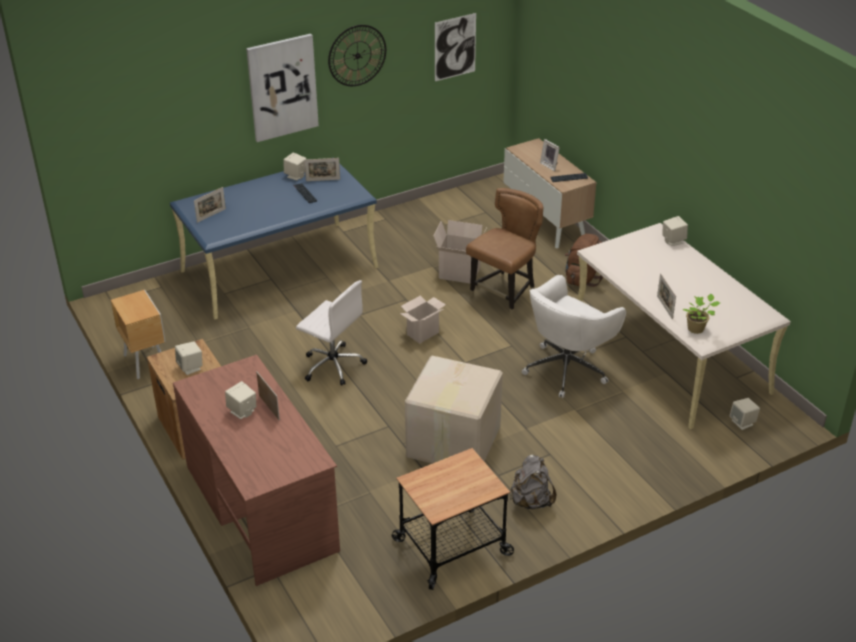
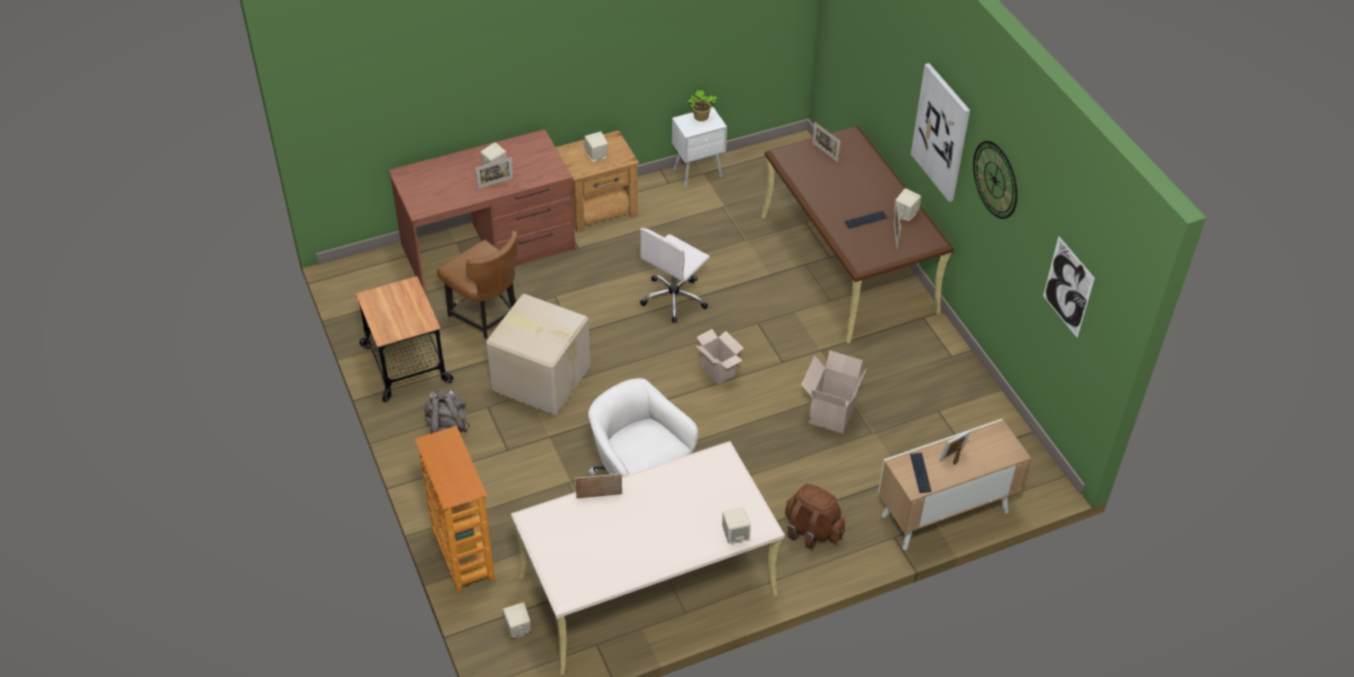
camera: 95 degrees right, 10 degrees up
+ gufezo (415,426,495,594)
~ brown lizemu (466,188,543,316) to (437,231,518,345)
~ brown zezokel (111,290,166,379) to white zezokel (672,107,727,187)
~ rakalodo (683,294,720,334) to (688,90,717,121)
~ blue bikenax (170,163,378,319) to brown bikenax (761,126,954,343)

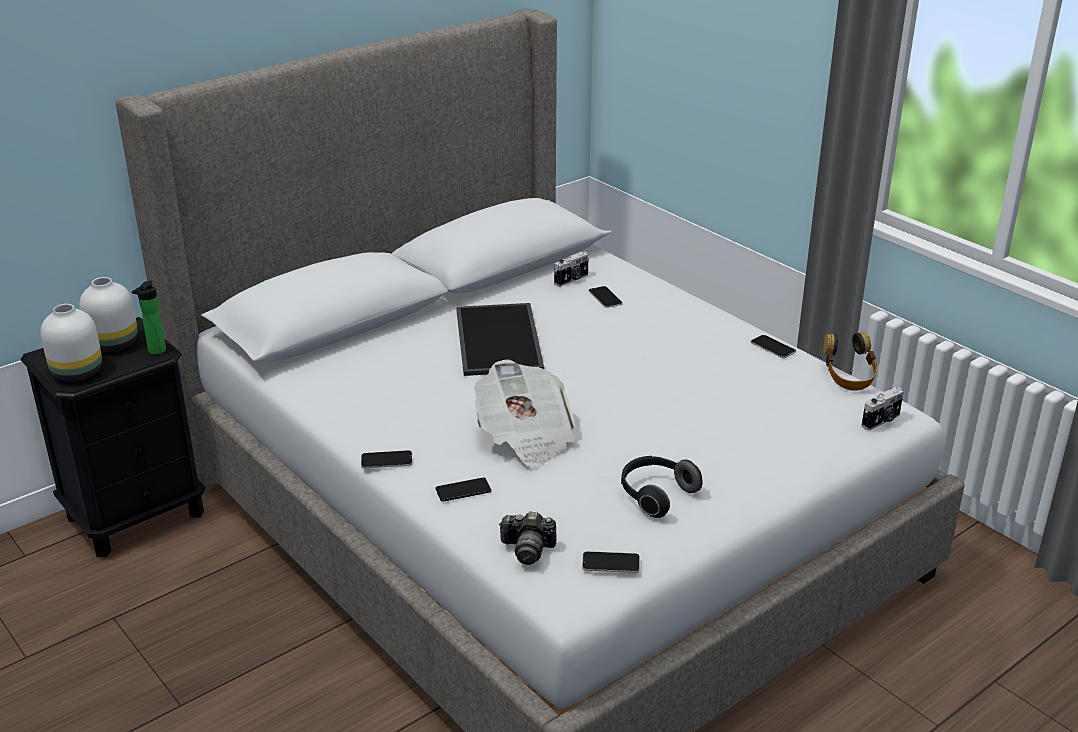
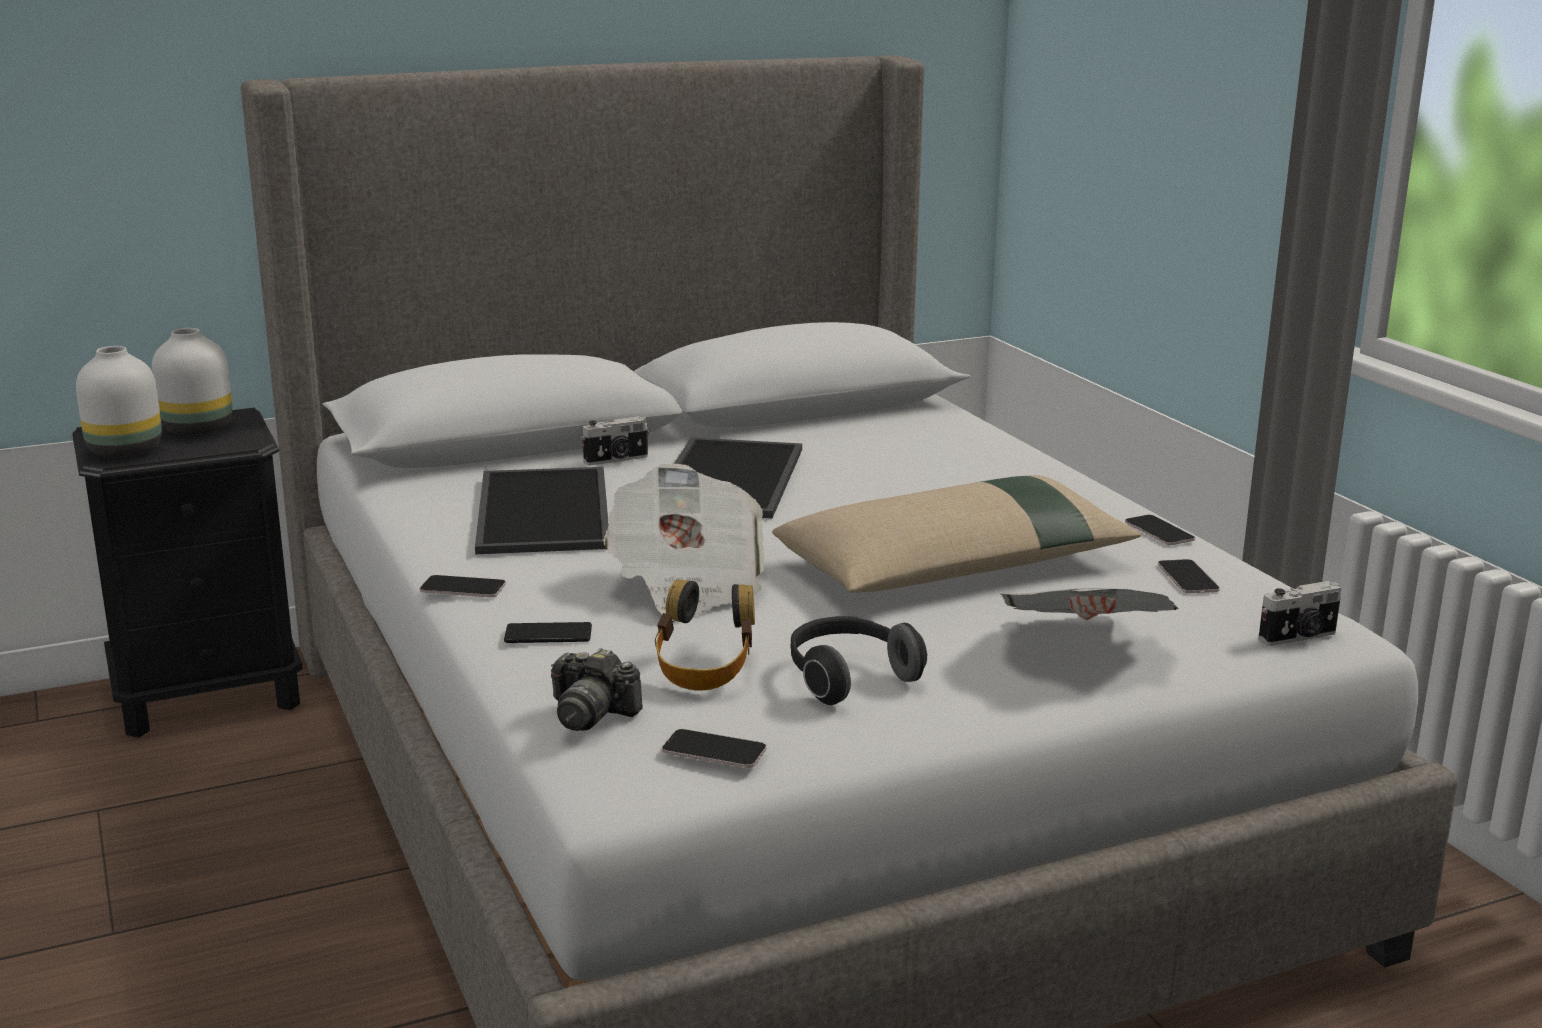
camera: 15 degrees right, 10 degrees down
+ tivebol (475,467,609,554)
~ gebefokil (554,251,588,287) to (581,416,649,465)
~ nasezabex (823,332,877,391) to (655,580,755,690)
+ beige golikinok (772,475,1141,593)
+ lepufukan (1000,588,1178,620)
~ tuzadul (589,286,623,308) to (1158,559,1220,593)
- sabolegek (132,280,166,355)

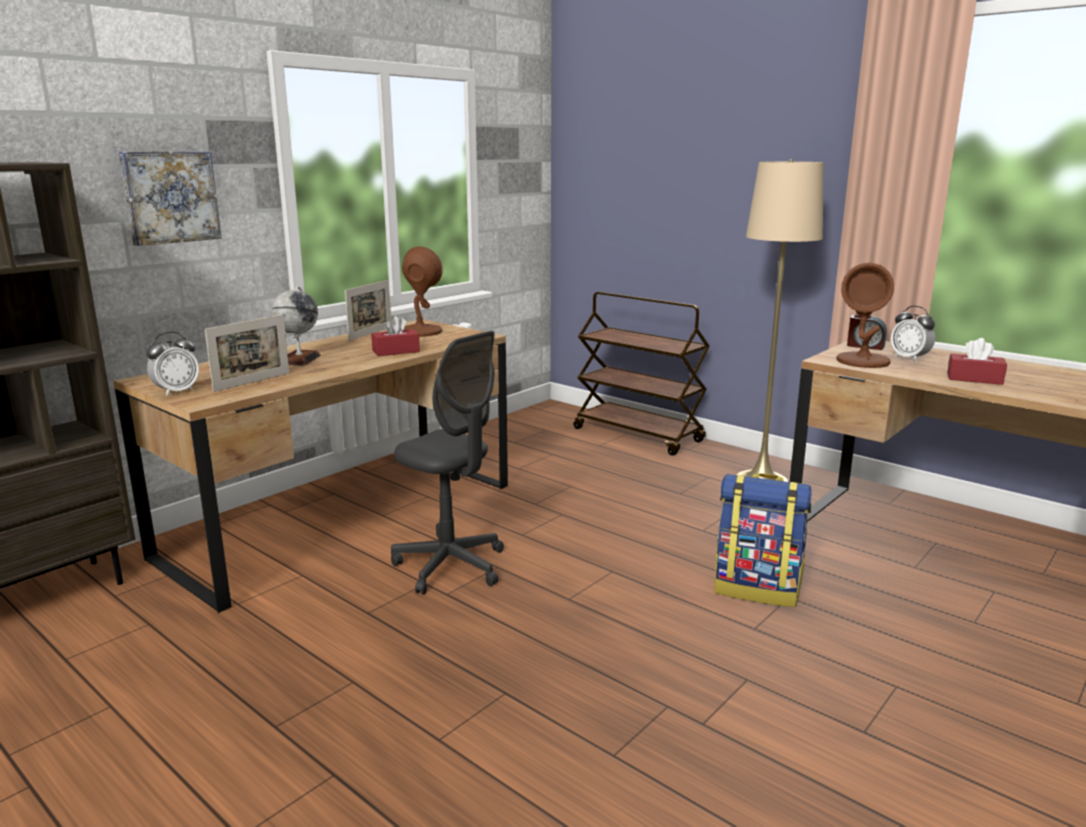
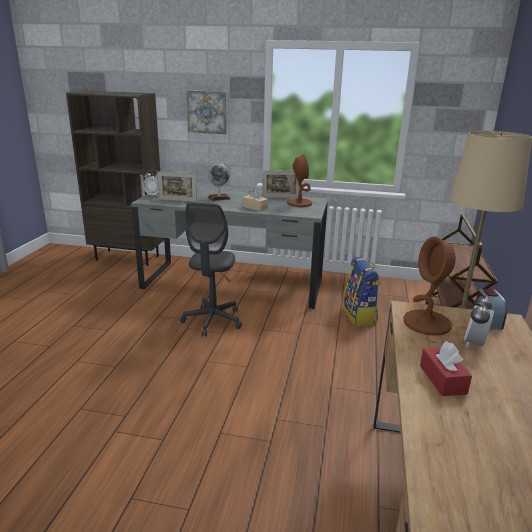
camera: 60 degrees right, 5 degrees up
~ brown bikenax (113,319,508,613) to grey bikenax (131,189,328,309)
~ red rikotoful (371,316,420,356) to beige rikotoful (242,188,268,211)
~ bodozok (714,473,812,607) to (343,257,380,326)

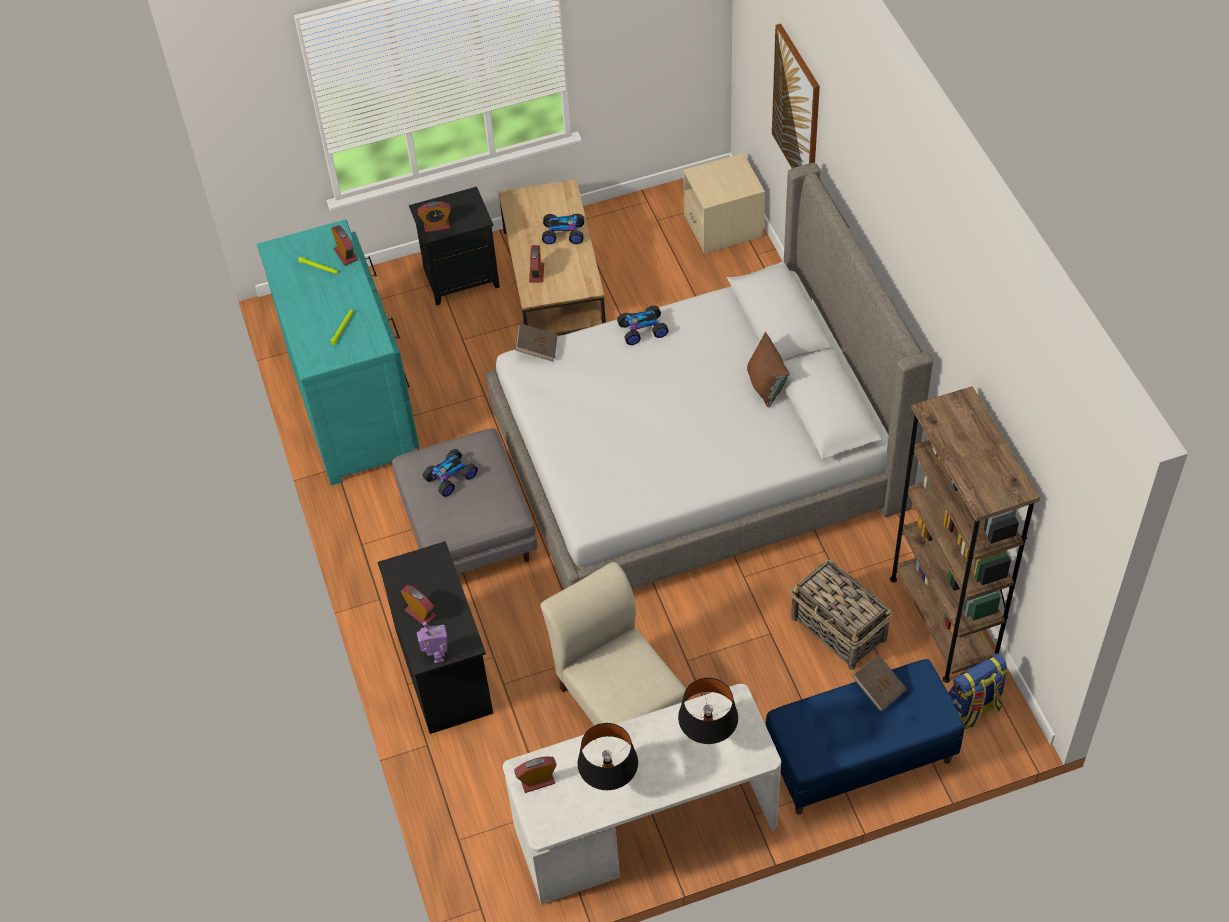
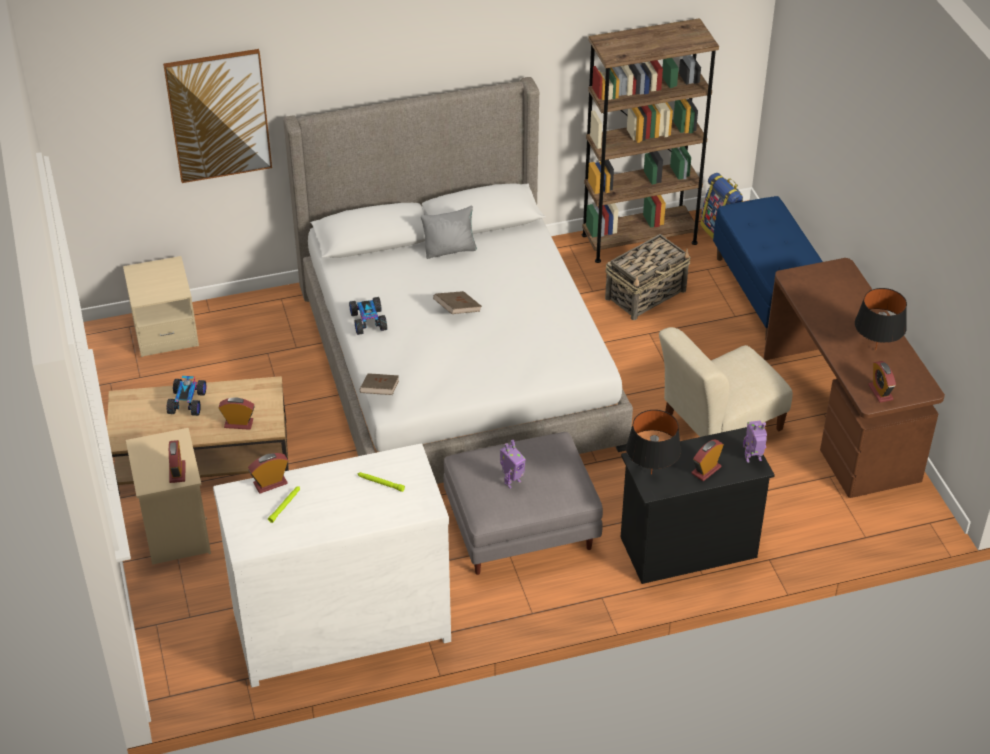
camera: 90 degrees left, 10 degrees down
~ black zezokel (409,187,500,306) to beige zezokel (126,428,211,565)
~ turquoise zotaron (257,219,419,485) to white zotaron (213,443,451,687)
~ brown golikinok (747,332,789,408) to grey golikinok (421,205,477,259)
~ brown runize (852,654,907,712) to (433,291,482,314)
~ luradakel (422,449,478,497) to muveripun (500,440,526,488)
~ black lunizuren (678,678,738,744) to (626,410,681,475)
~ white bikenax (503,684,781,904) to brown bikenax (763,258,945,498)

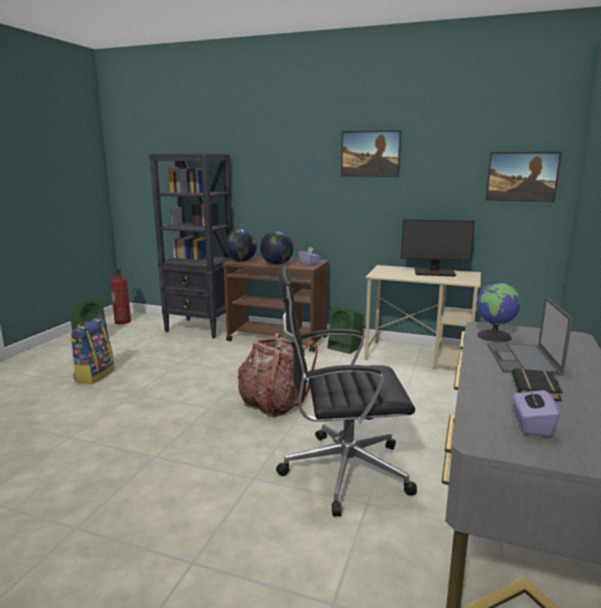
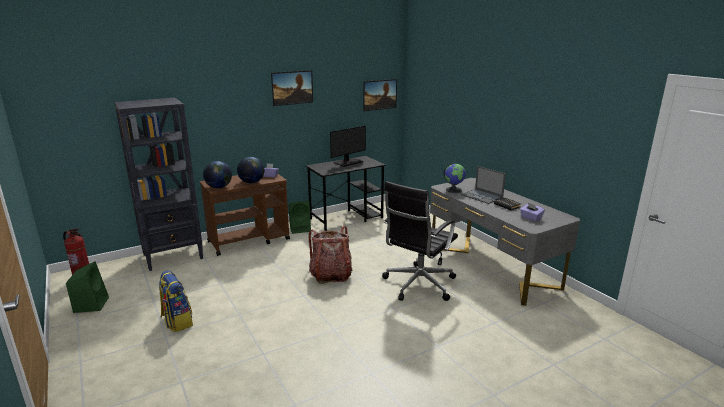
camera: 50 degrees left, 5 degrees up
~ beige bikenax (364,265,481,369) to black bikenax (306,156,386,231)

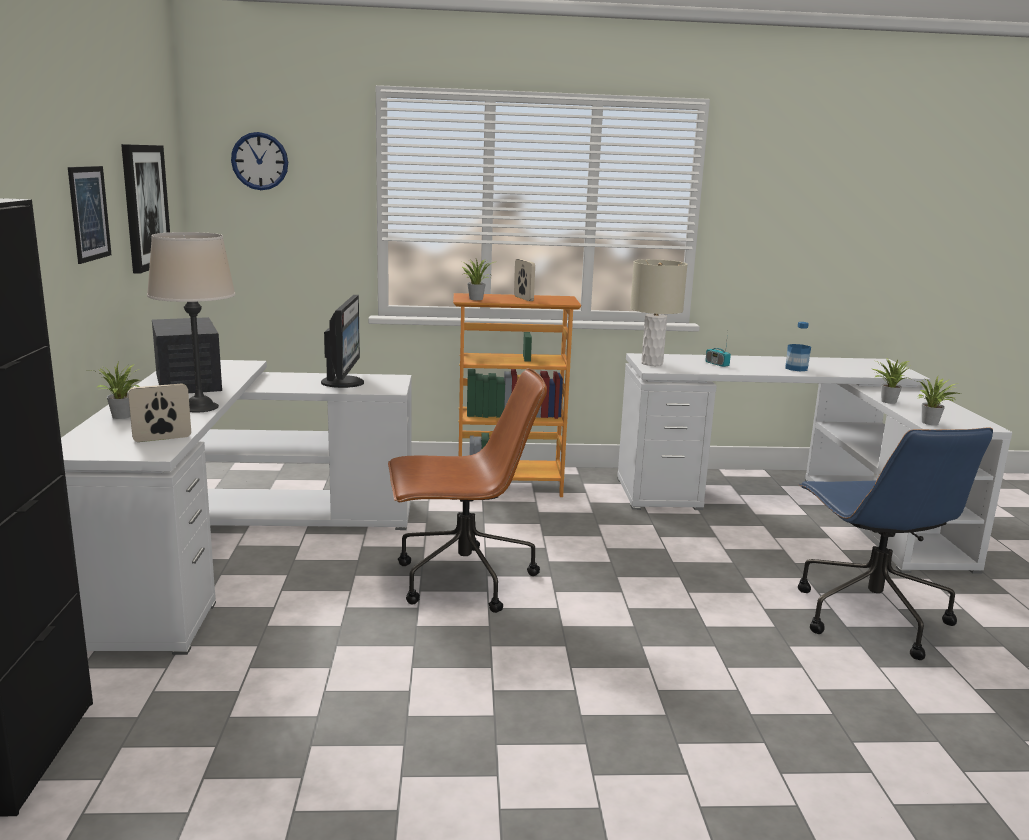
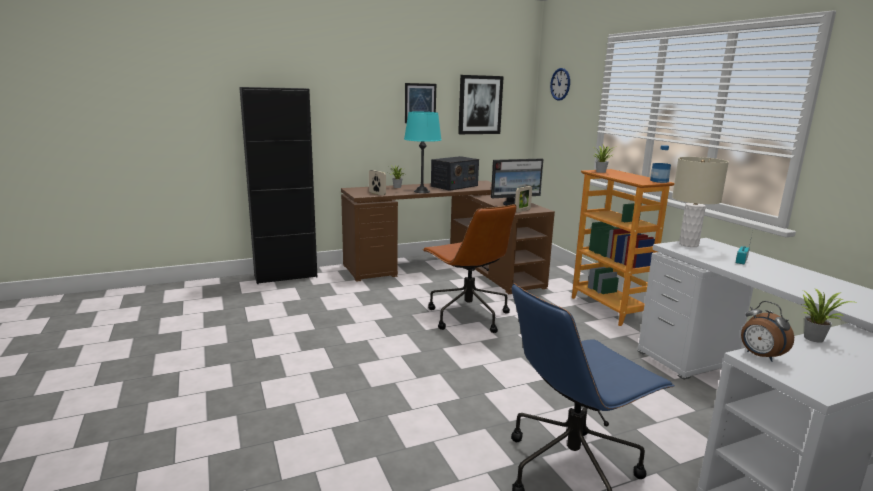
camera: 70 degrees right, 0 degrees up
~ white bikenax (61,360,412,655) to brown bikenax (341,181,555,294)
~ beige lunizuren (147,232,236,413) to turquoise lunizuren (404,112,442,193)
~ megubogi (514,259,535,301) to (515,186,532,212)
~ sabolegek (785,322,811,371) to (650,145,671,183)
~ rakalodo (917,376,961,425) to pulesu (741,301,794,362)

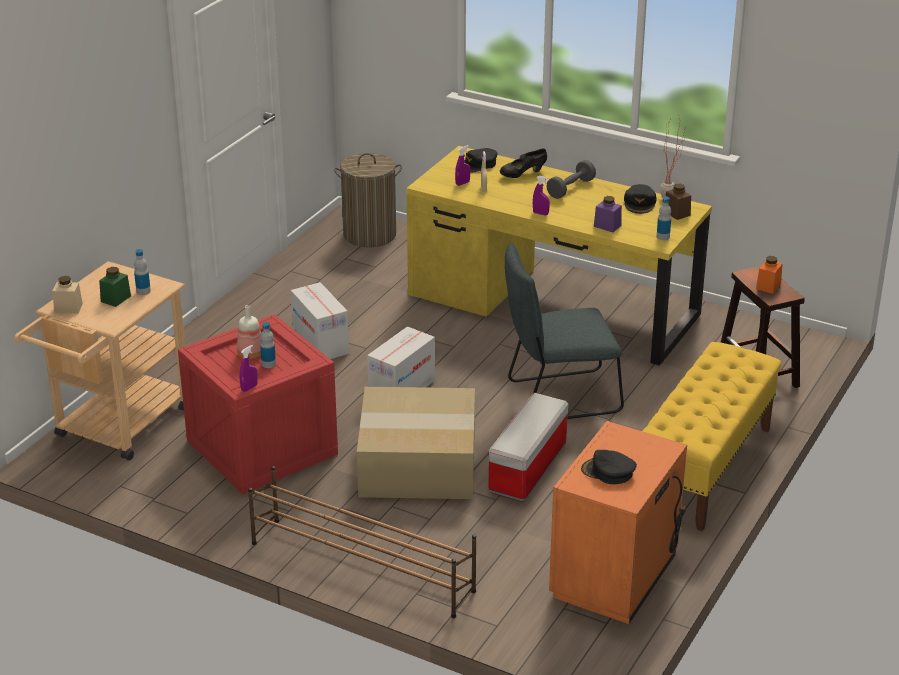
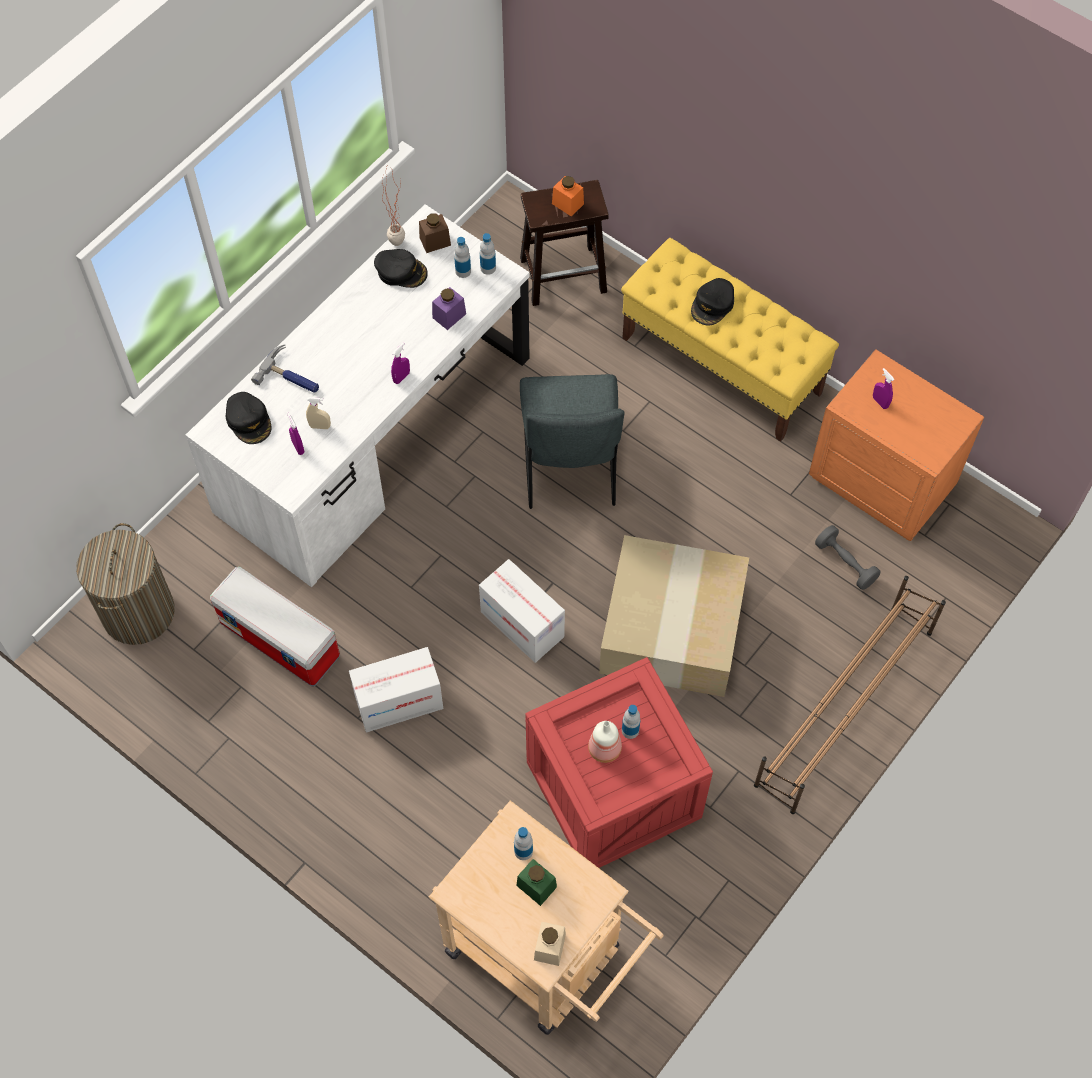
camera: 80 degrees left, 30 degrees up
~ yellow bikenax (406,146,712,366) to white bikenax (186,204,530,587)
~ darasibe (488,393,569,502) to (210,567,340,686)
~ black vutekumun (500,149,547,178) to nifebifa (251,344,319,393)
+ sabolegek (454,237,471,278)
~ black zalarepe (581,450,637,484) to (691,278,734,325)
~ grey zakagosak (547,160,596,199) to (815,525,880,590)
~ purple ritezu (240,345,258,392) to (873,368,895,409)

